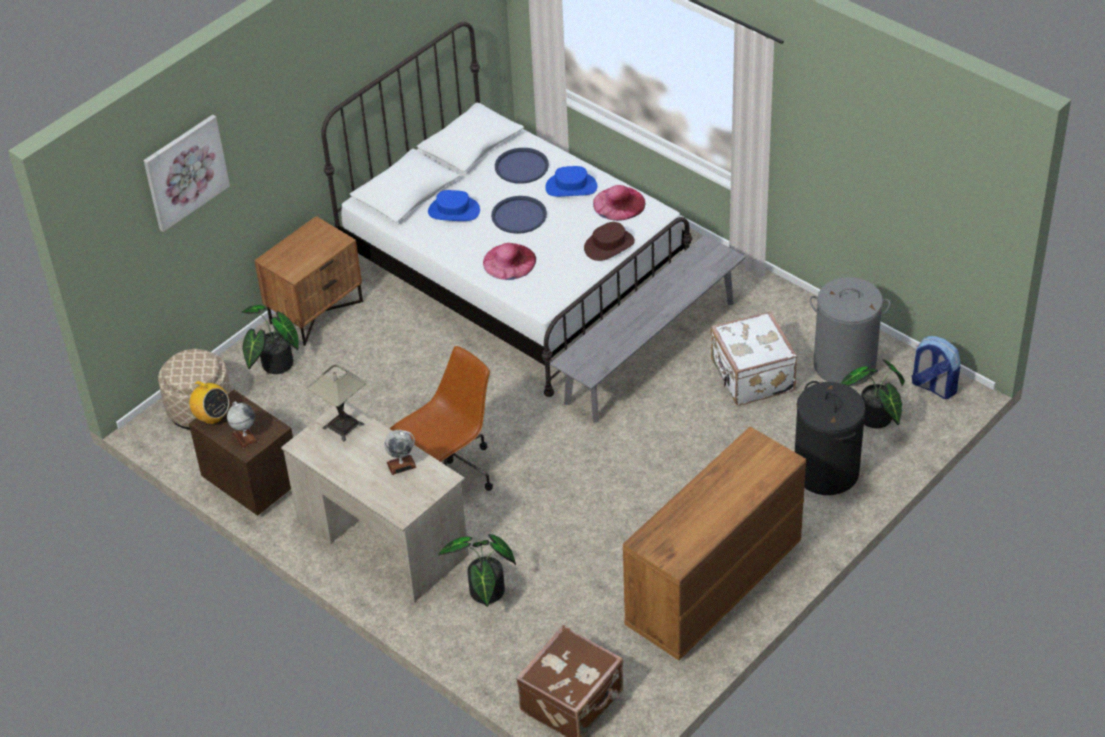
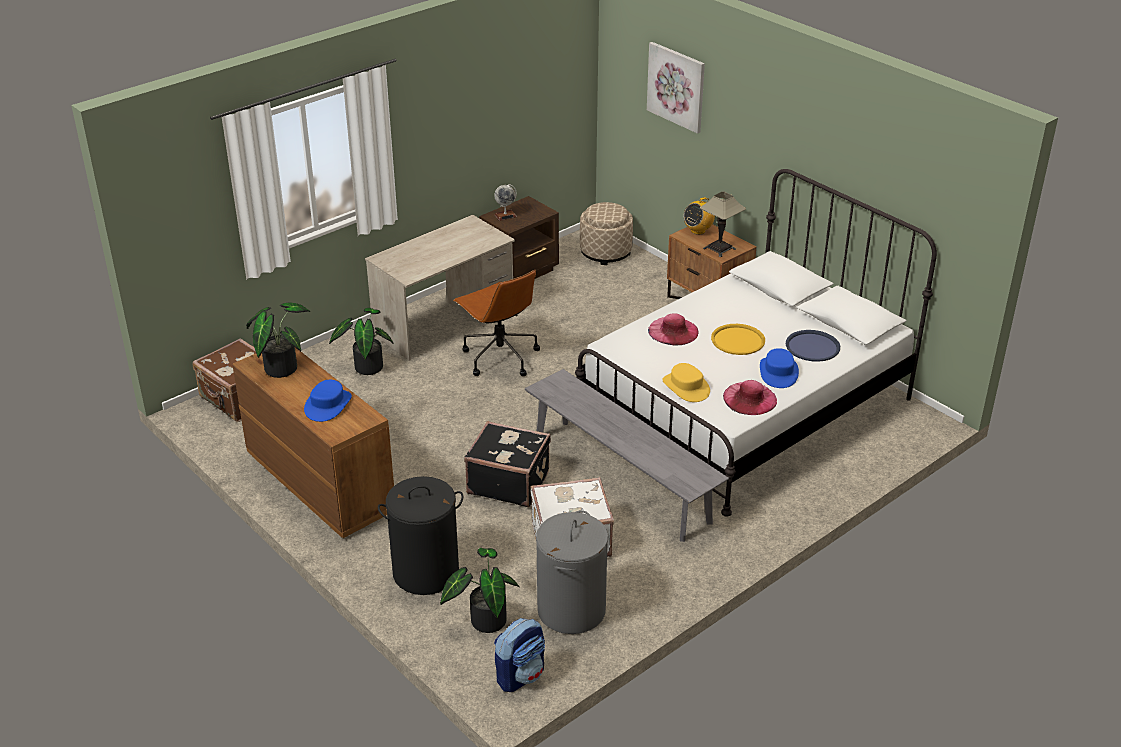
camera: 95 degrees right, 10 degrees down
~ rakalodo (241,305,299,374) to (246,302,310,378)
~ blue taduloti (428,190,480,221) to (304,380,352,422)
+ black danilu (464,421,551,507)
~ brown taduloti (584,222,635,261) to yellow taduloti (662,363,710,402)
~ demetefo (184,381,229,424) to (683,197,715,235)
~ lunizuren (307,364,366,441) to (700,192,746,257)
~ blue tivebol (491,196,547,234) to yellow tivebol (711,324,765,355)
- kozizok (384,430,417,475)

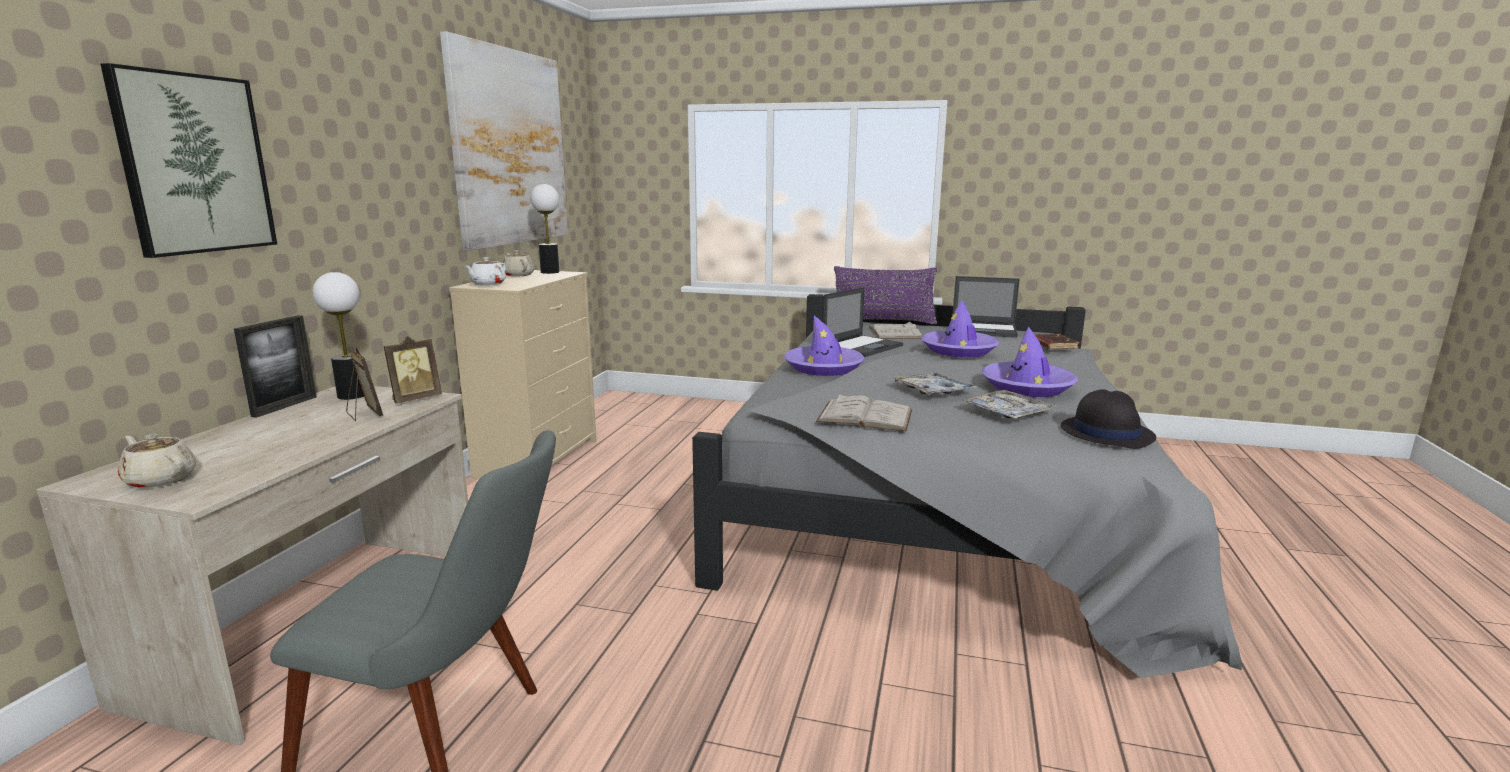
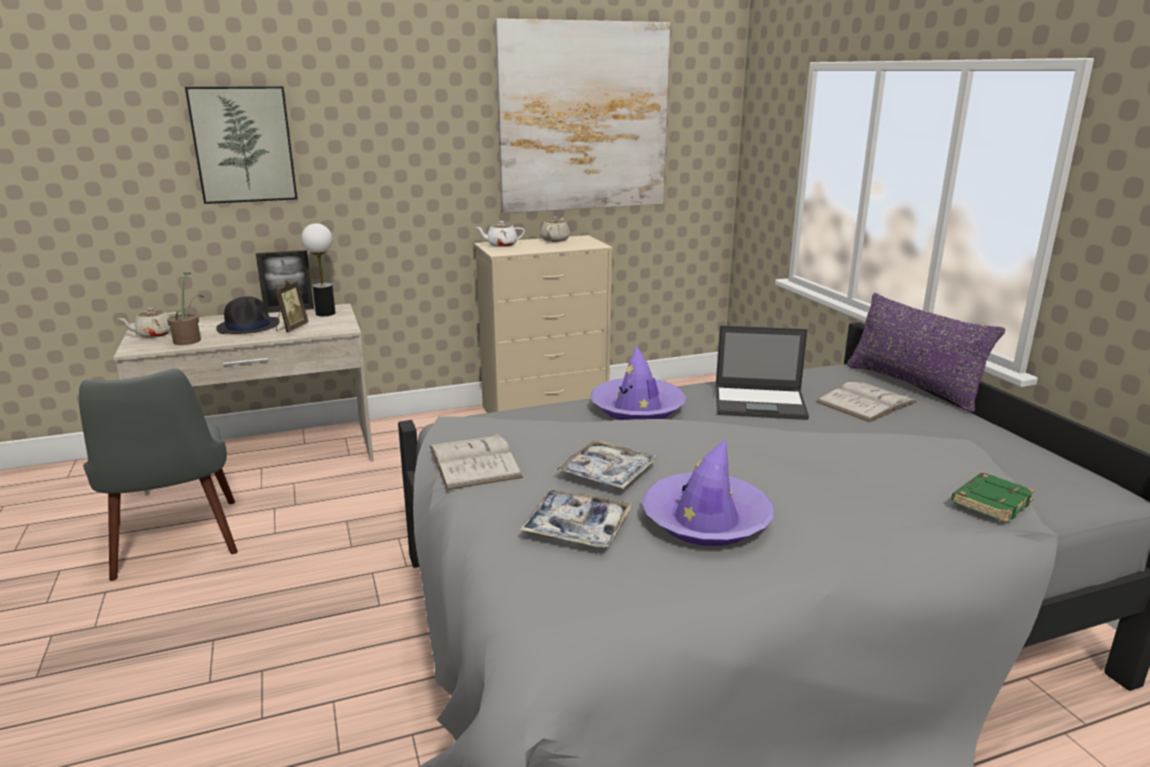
camera: 55 degrees right, 5 degrees up
~ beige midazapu (118,434,196,488) = (118,308,180,338) 120 degrees counterclockwise
+ rakalodo (167,272,204,345)
~ black taduloti (1061,389,1156,449) to (216,296,280,334)
~ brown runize (1035,334,1080,350) to green runize (951,473,1035,523)
- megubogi (384,336,442,404)
- lunizuren (530,184,559,274)
- purple taduloti (921,300,1000,357)
- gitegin (953,276,1020,338)

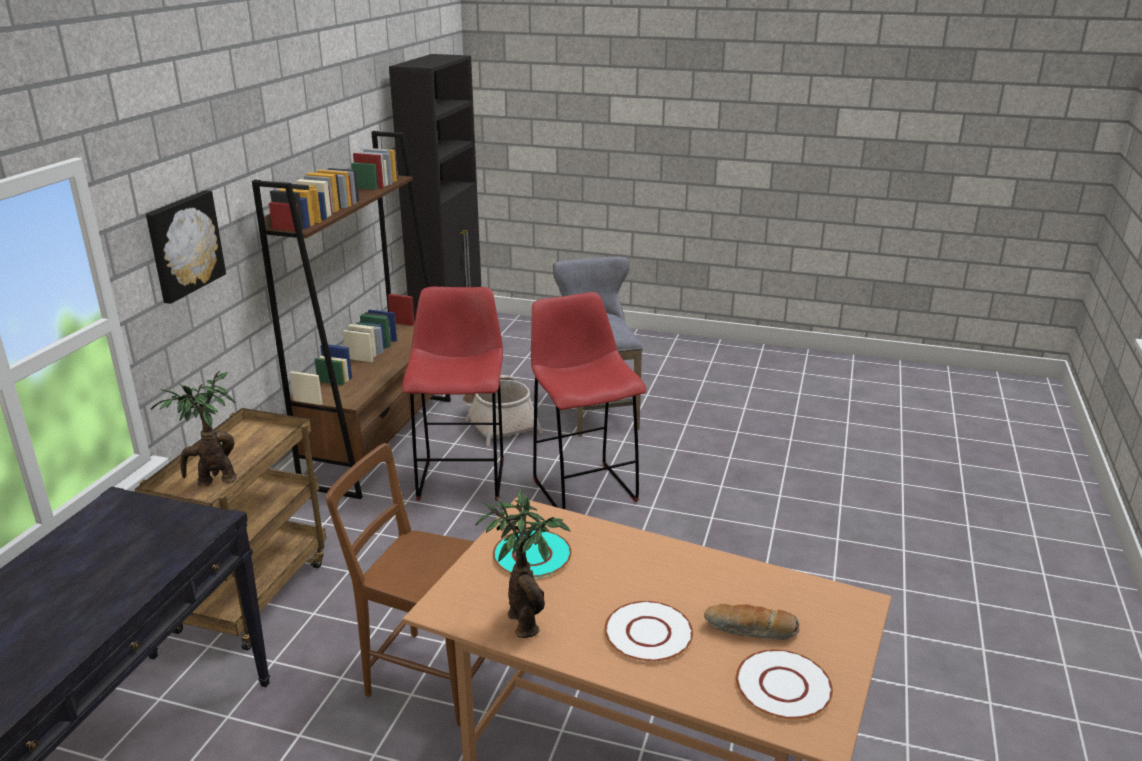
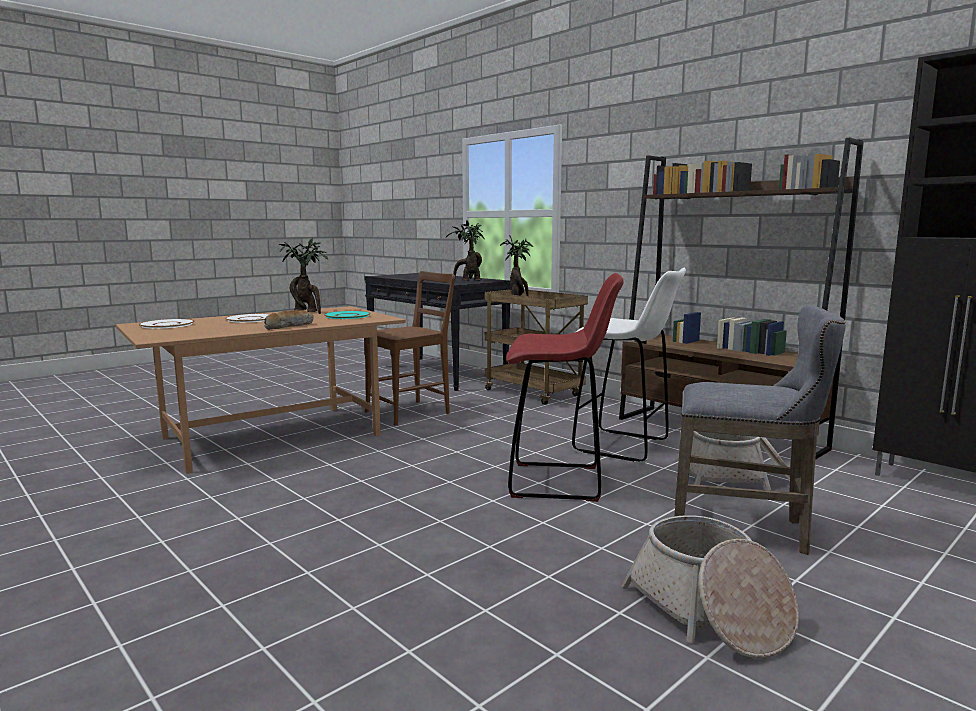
camera: 120 degrees right, 15 degrees down
~ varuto (704,604,800,640) to (264,310,314,330)
+ rakalodo (445,220,485,281)
~ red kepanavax (402,287,504,500) to white kepanavax (572,267,686,464)
+ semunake (621,515,799,658)
- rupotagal (146,190,226,304)

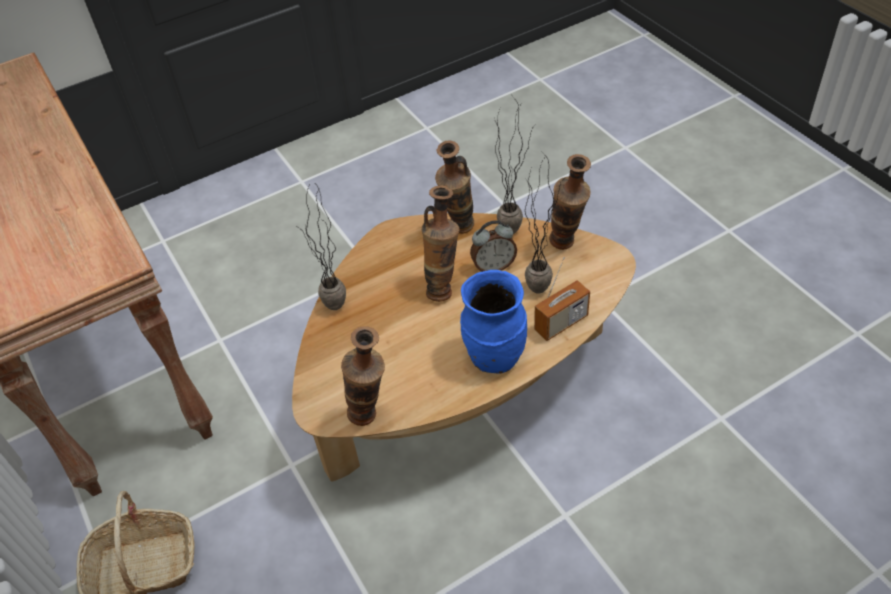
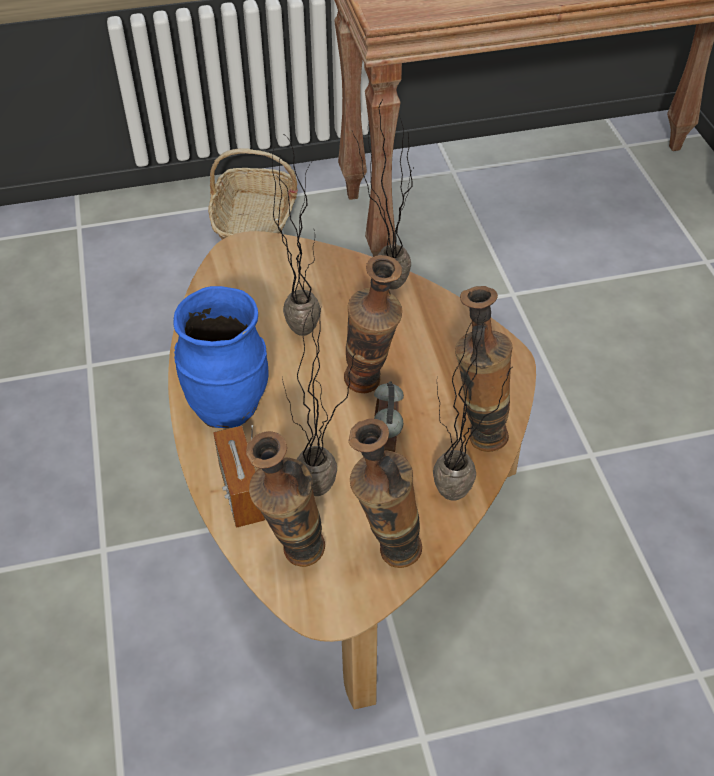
camera: 105 degrees right, 0 degrees up
~ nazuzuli (341,326,385,426) to (246,431,325,567)
+ rakalodo (272,135,320,336)

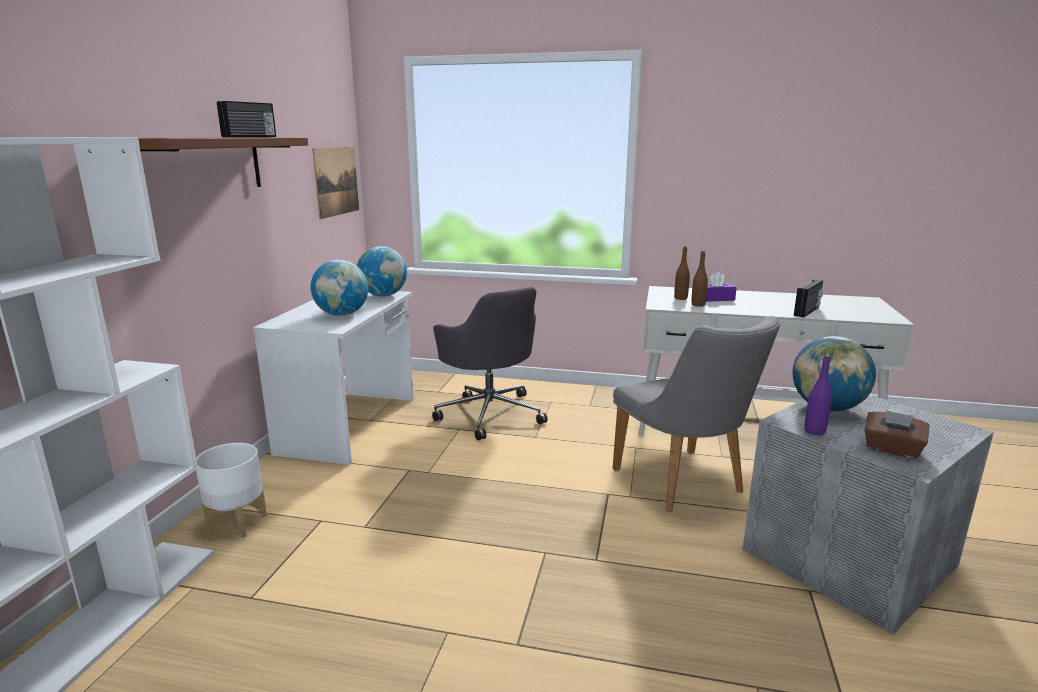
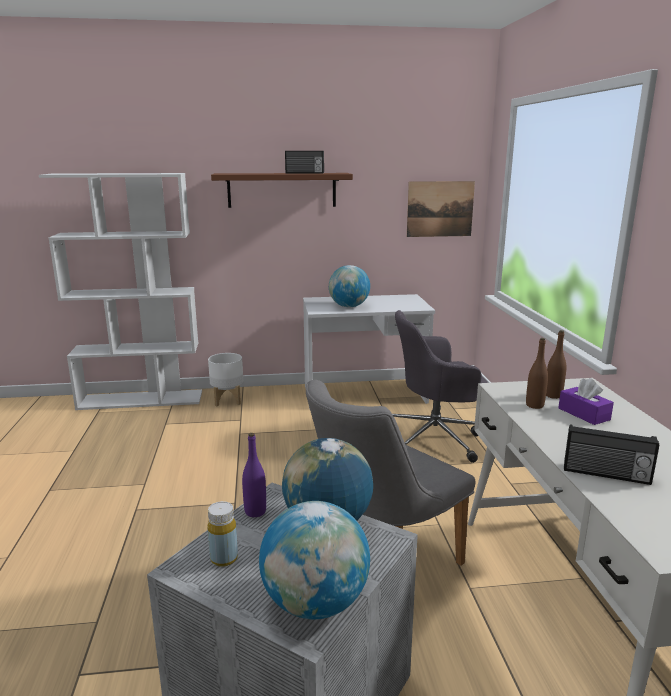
camera: 70 degrees right, 0 degrees up
~ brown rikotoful (865,410,930,459) to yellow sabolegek (207,501,238,567)
~ kozizok (357,246,407,297) to (259,501,370,619)
~ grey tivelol (432,287,548,440) = (392,310,488,463) 45 degrees clockwise

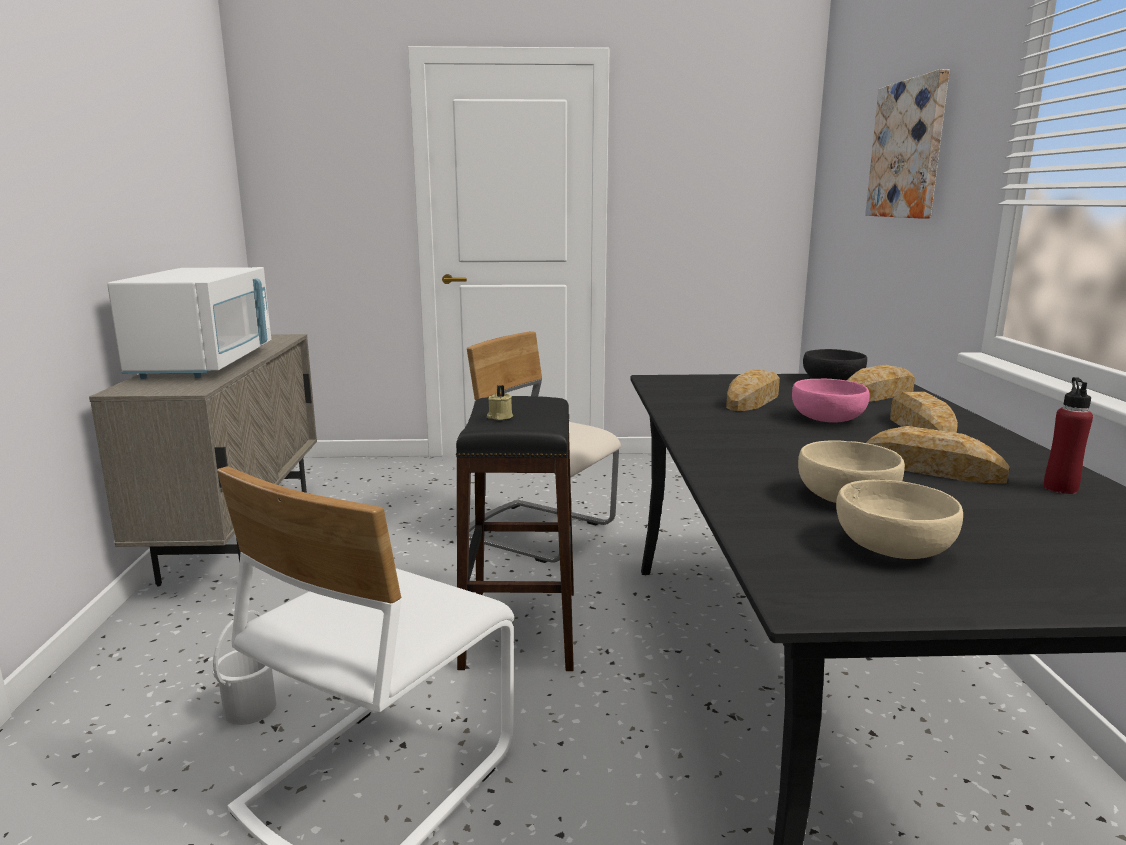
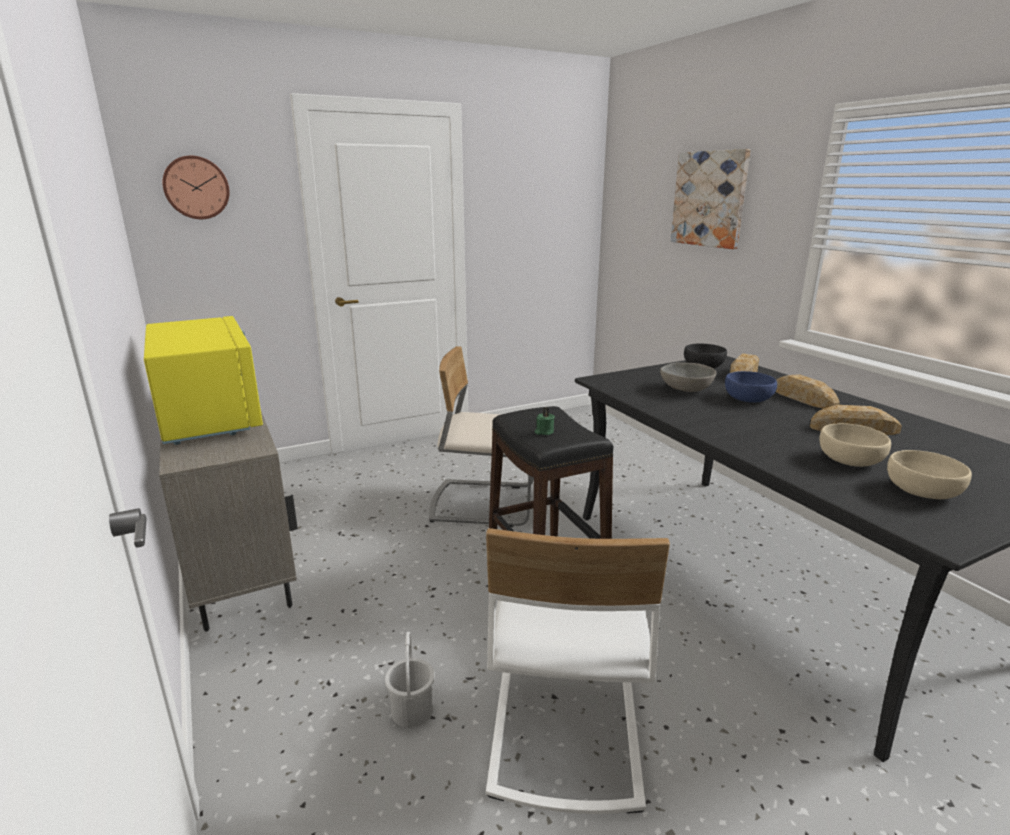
camera: 25 degrees left, 5 degrees up
~ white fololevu (107,267,271,379) to yellow fololevu (144,316,263,445)
+ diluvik (162,155,230,219)
~ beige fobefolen (487,385,513,420) to green fobefolen (535,407,555,435)
~ varuto (726,369,780,411) to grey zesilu (660,362,717,392)
~ pink zesilu (792,379,870,423) to blue zesilu (725,371,777,403)
- red sabolegek (1043,377,1093,494)

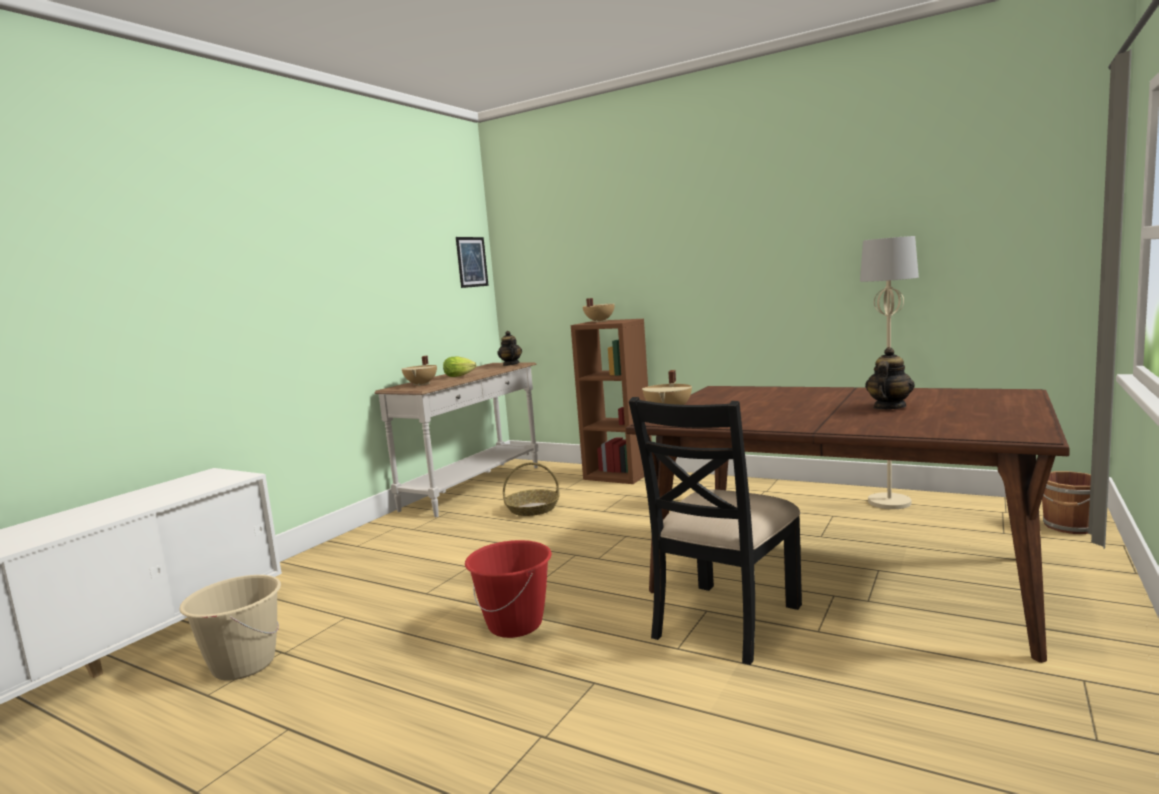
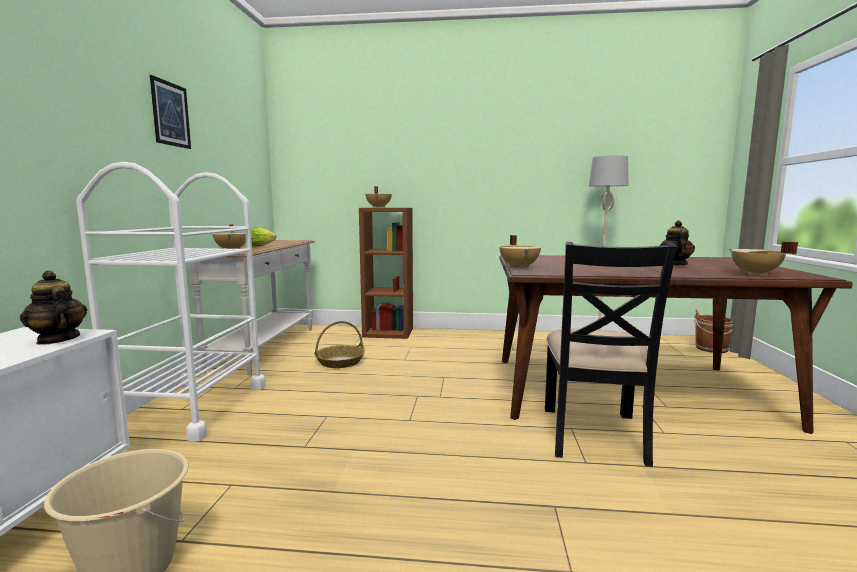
camera: 25 degrees left, 0 degrees up
~ midazapu (497,331,522,366) to (20,270,87,345)
+ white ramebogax (76,162,266,442)
~ rupotagal (456,237,489,288) to (150,75,191,149)
+ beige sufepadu (729,241,798,275)
- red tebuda (465,540,552,638)

